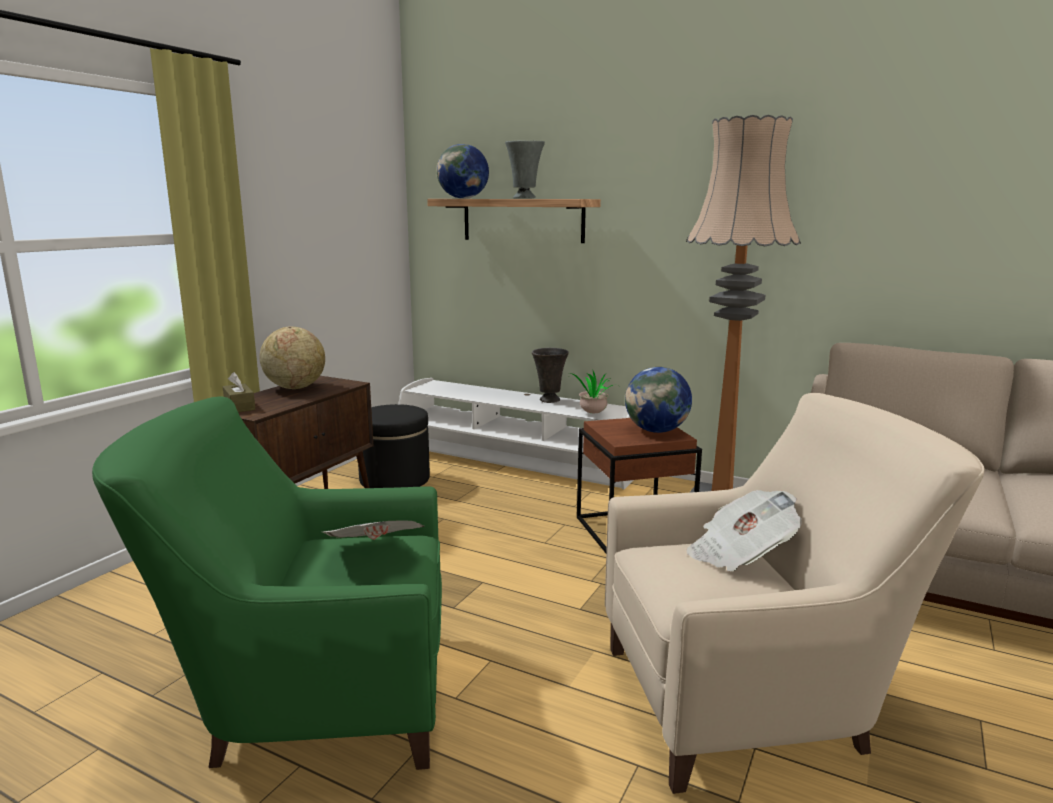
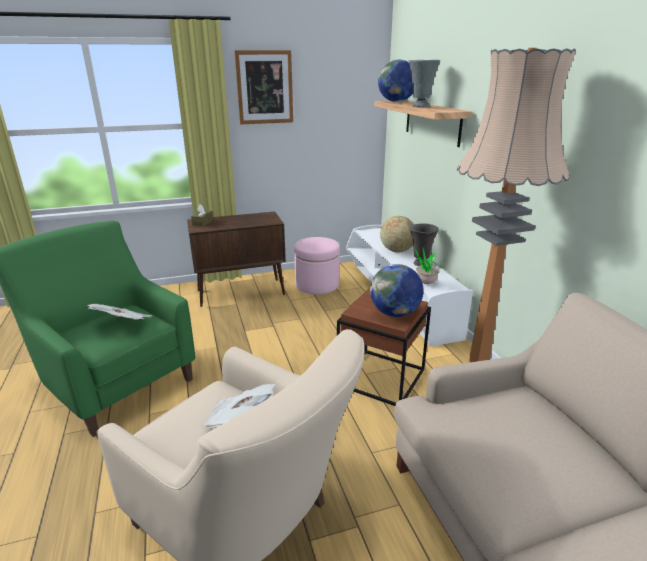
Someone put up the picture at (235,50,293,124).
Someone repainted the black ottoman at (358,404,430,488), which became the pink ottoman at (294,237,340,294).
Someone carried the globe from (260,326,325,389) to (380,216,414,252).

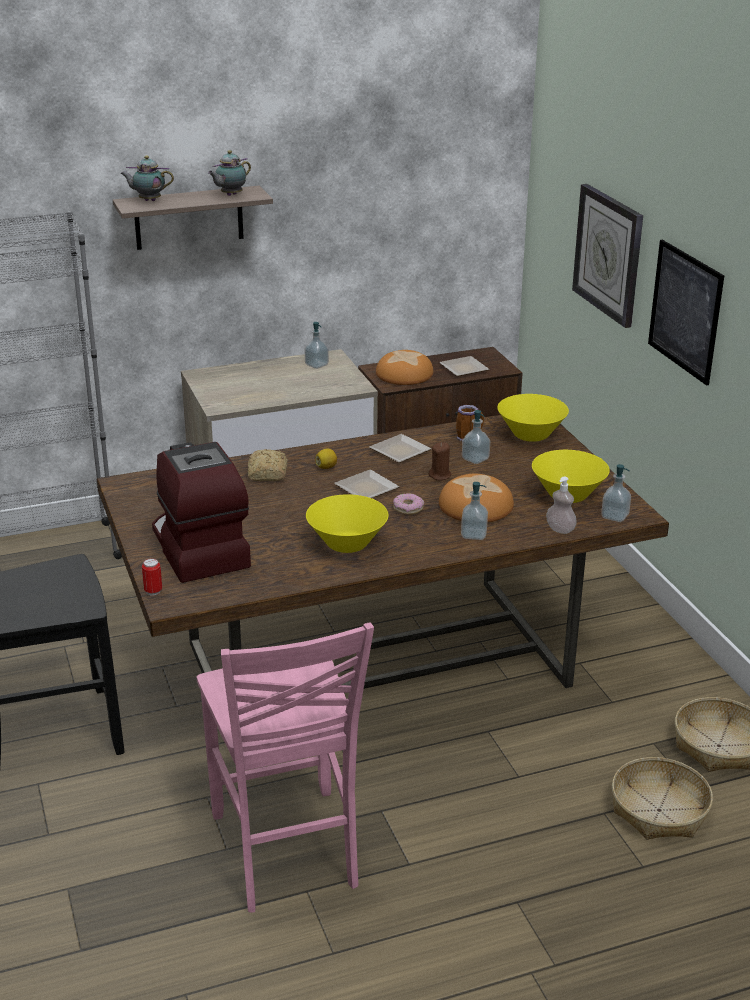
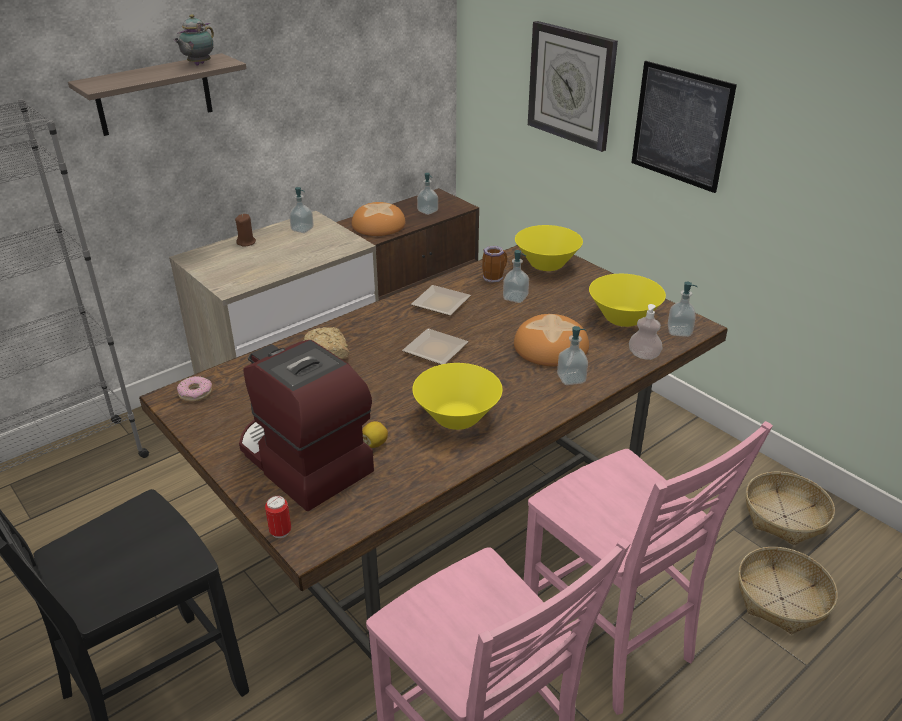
Someone carried the donut from (393,493,424,515) to (177,376,212,402).
Someone carried the brown candle from (429,442,451,480) to (235,214,256,247).
Someone carried the lemon from (315,448,337,469) to (362,421,388,448).
Someone swapped the plate at (439,356,489,376) for the soap dispenser at (417,173,438,215).
Someone put down the pink chair at (524,421,773,715).
Someone took away the teapot at (120,156,174,201).

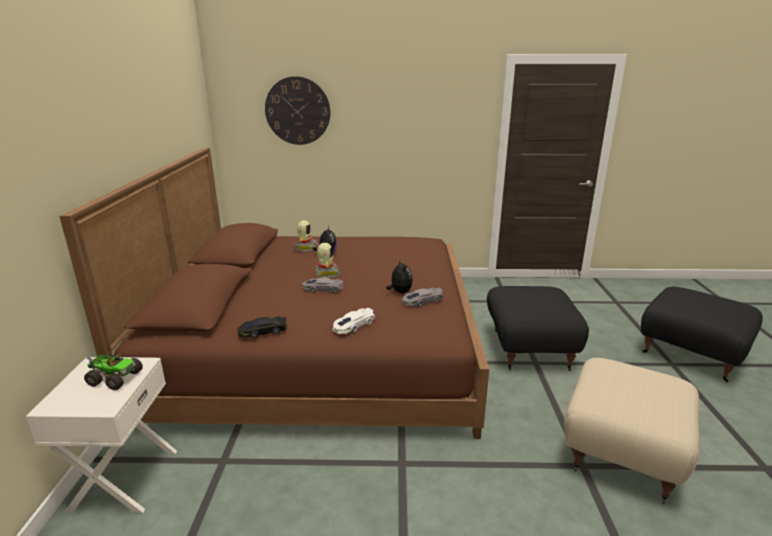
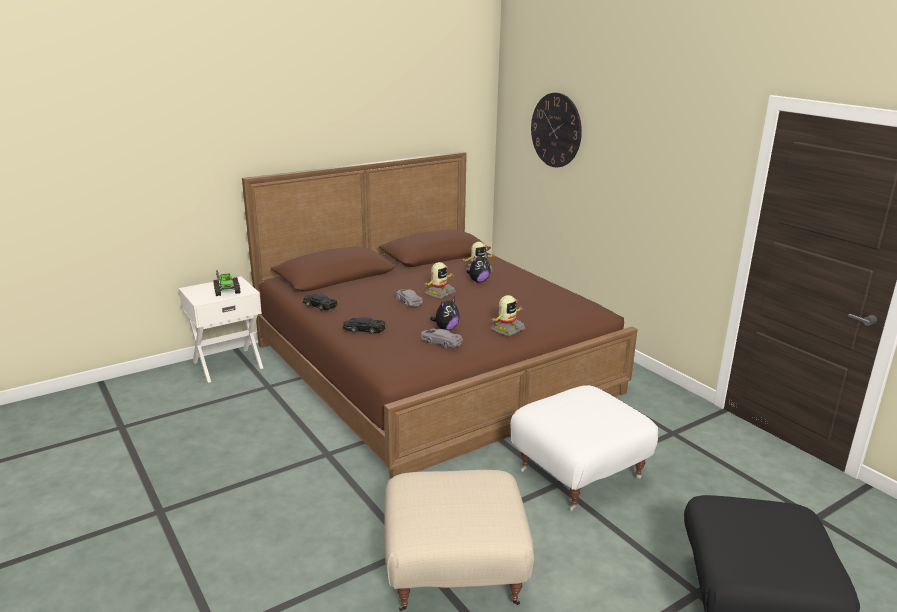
Someone repainted the white toy car at (333,308,375,334), which became the black toy car at (343,317,385,334).
Someone put down the toy robot at (491,295,526,336).
Someone repainted the black ottoman at (487,286,589,371), which became the white ottoman at (511,385,658,511).

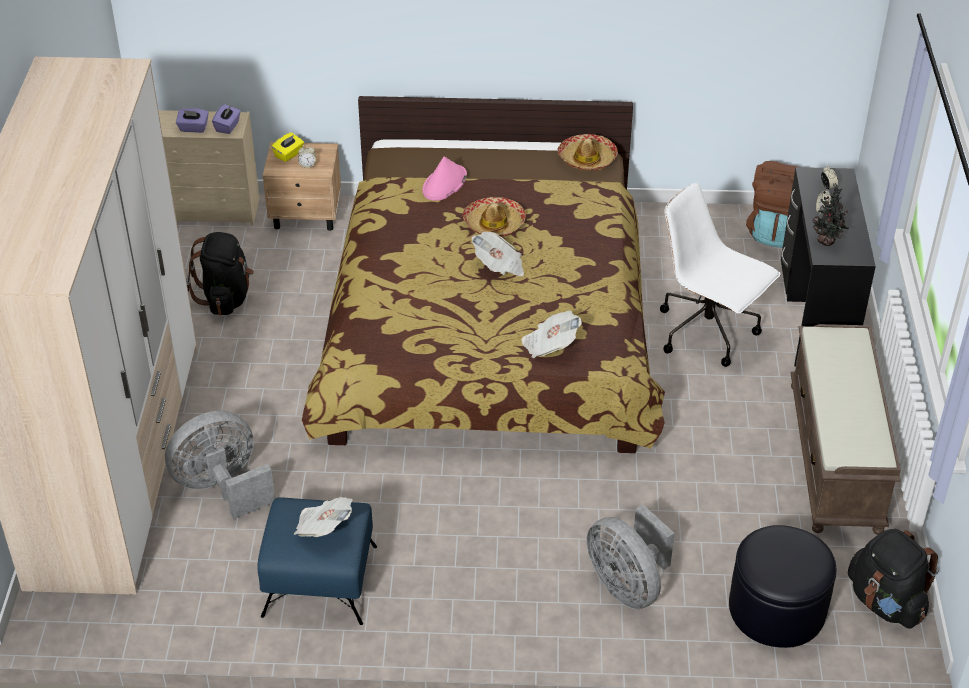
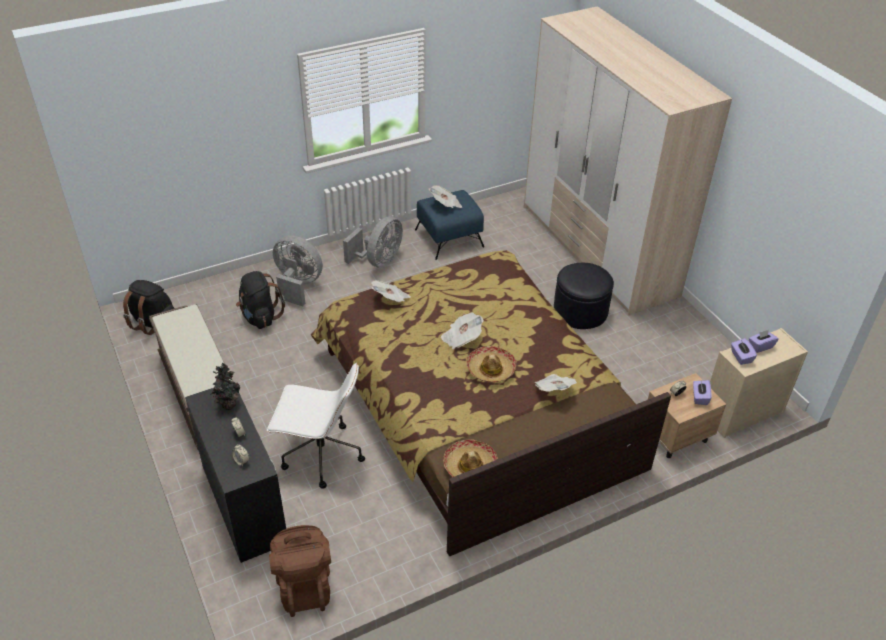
Someone carried the black backpack from (186,232,254,316) to (236,271,285,329).
Someone carried the grey fan from (165,411,275,519) to (343,217,403,268).
Someone swapped the pink hat at (423,156,467,201) for the newspaper at (534,374,577,392).
Someone carried the black ottoman from (729,525,836,648) to (554,263,614,329).
Someone repainted the yellow tissue box at (271,132,304,162), which became the purple tissue box at (693,380,711,405).

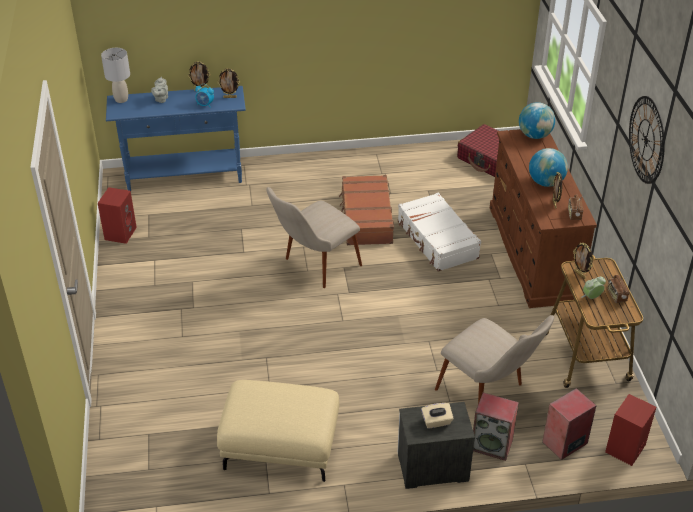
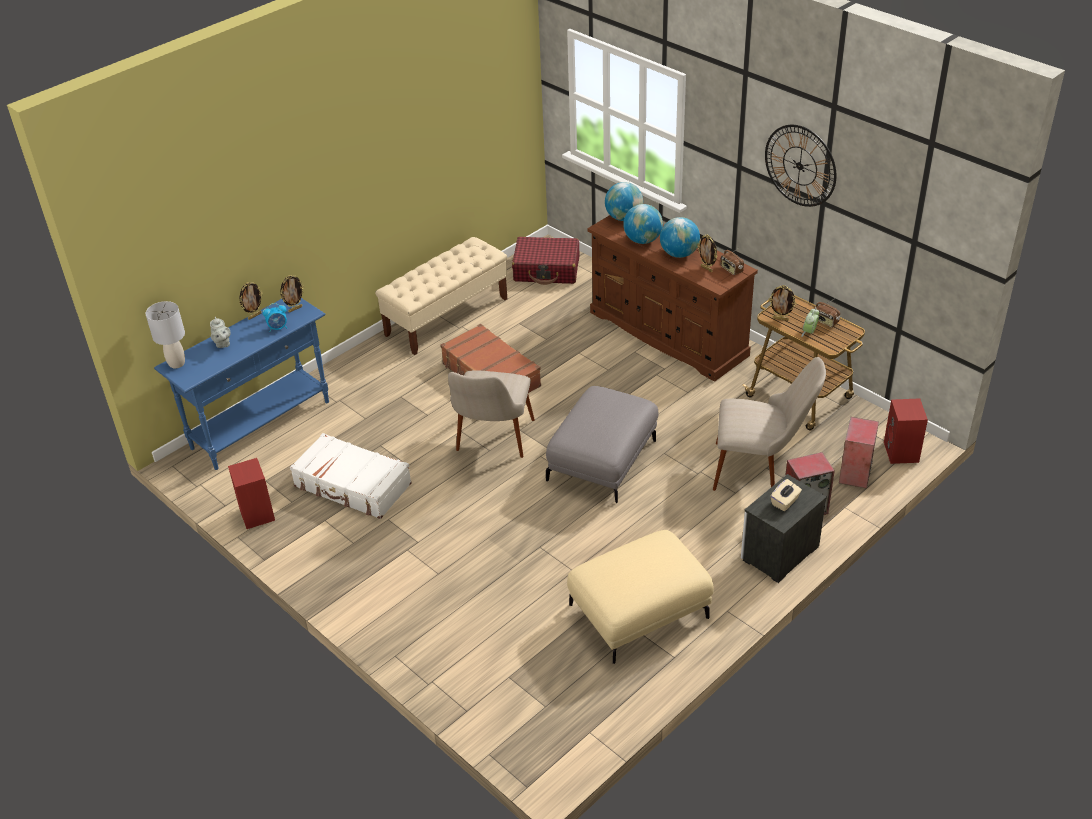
Someone carried the white suitcase from (398,193,481,272) to (290,433,412,519).
Someone put down the beige bench at (375,237,507,355).
Someone put down the grey ottoman at (546,386,659,503).
Someone put down the globe at (623,204,663,244).

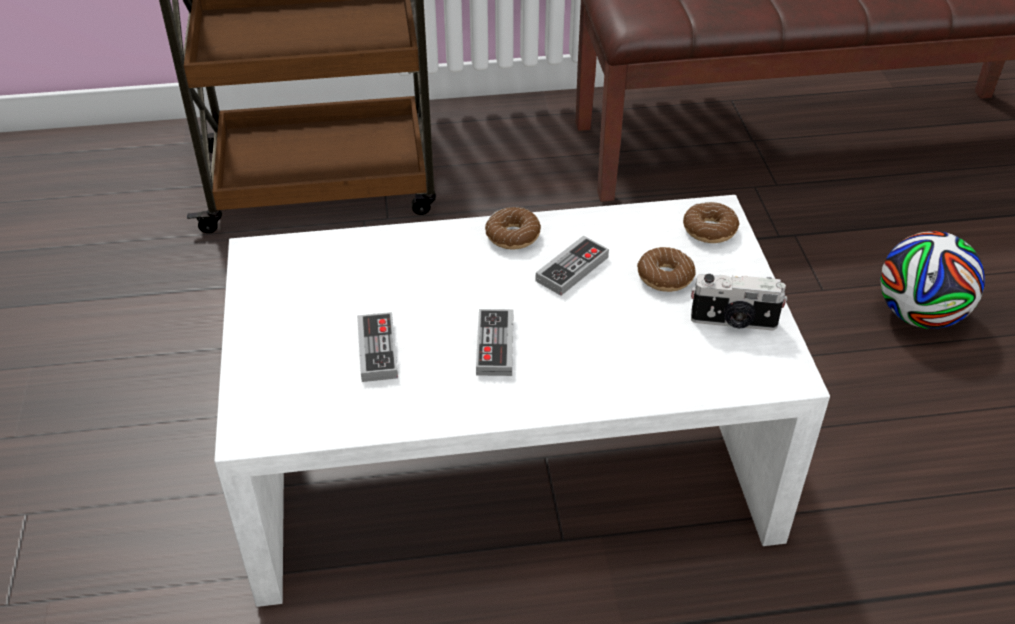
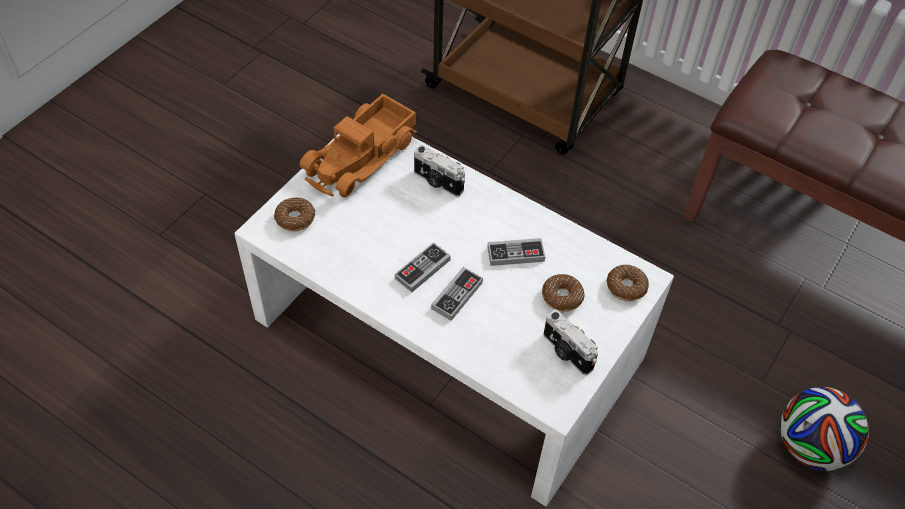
Someone carried the donut from (485,207,541,249) to (274,197,315,231).
Someone put down the toy truck at (299,94,417,197).
Someone put down the photo camera at (414,145,465,197).
Someone carried the game controller from (357,312,398,382) to (431,267,483,321).

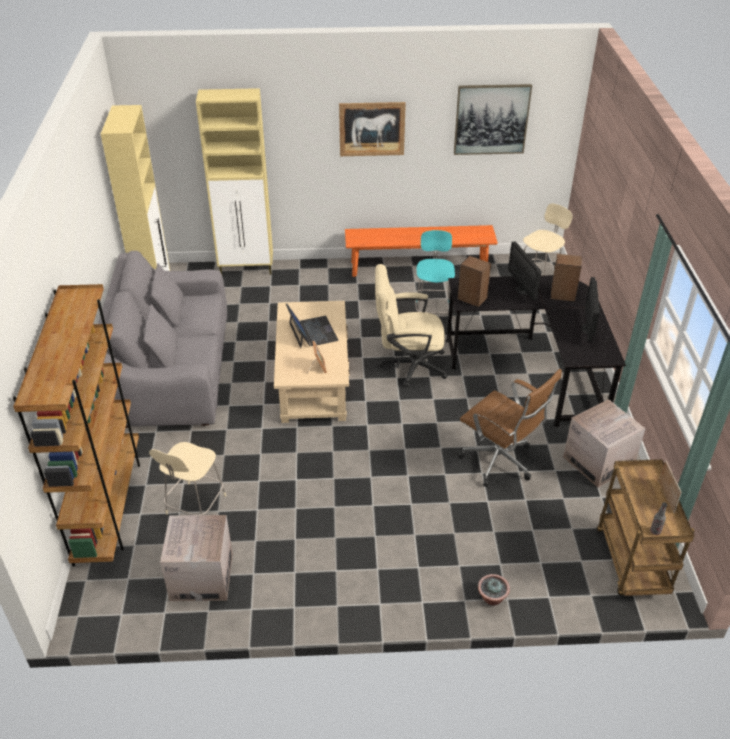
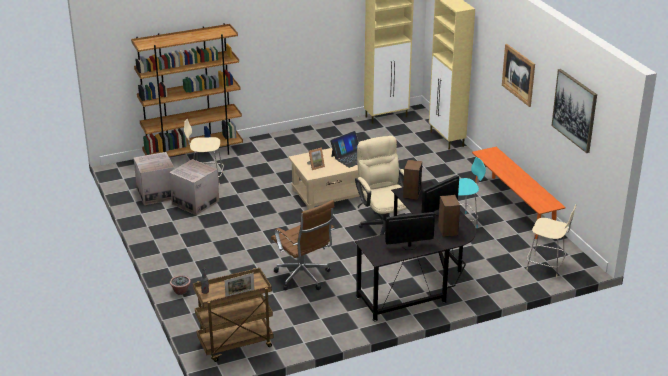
Someone carried the cardboard box from (563,399,646,488) to (169,159,219,215).
Someone rotated the brown office chair at (457,369,562,487) by 60 degrees counterclockwise.
Someone took away the grey sofa at (98,251,227,428).

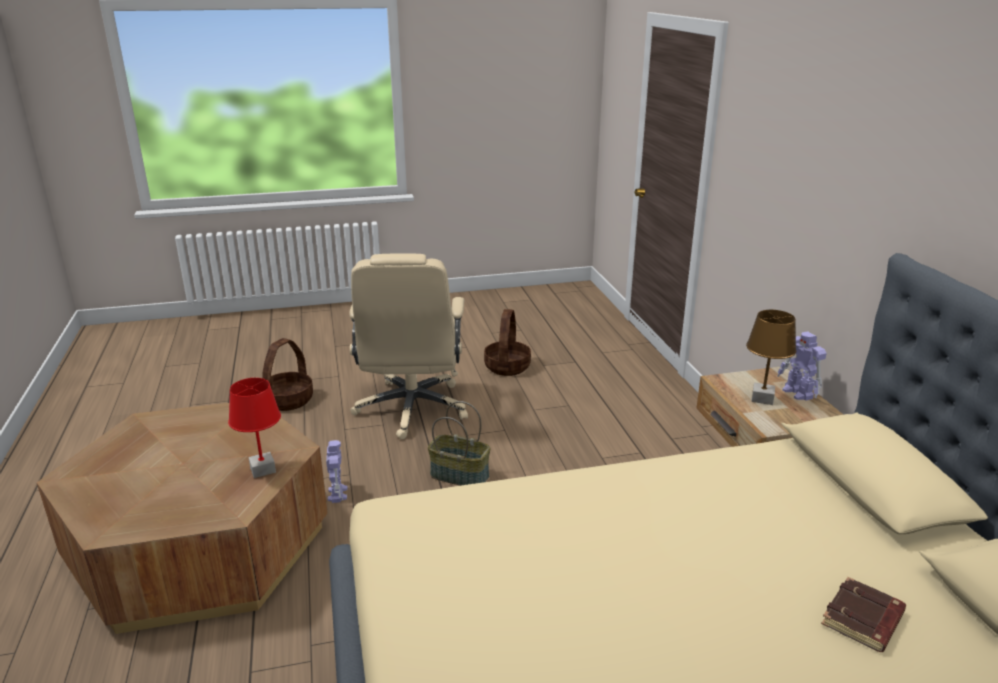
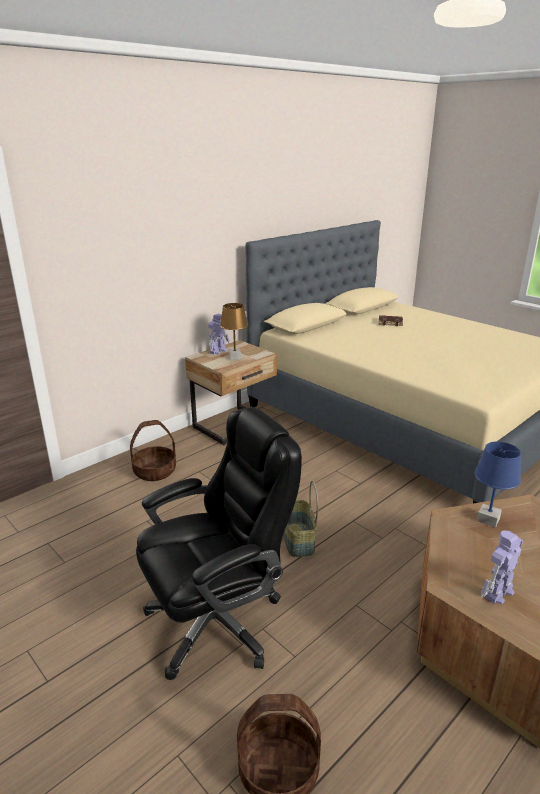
Someone carried the basket from (484,309,531,376) to (130,420,176,481).
Someone repainted the beige office chair at (349,253,468,439), which became the black office chair at (136,407,302,680).
Someone repainted the red table lamp at (228,378,281,478), which became the blue table lamp at (474,442,521,528).
Someone carried the toy robot from (326,440,348,503) to (481,530,523,604).

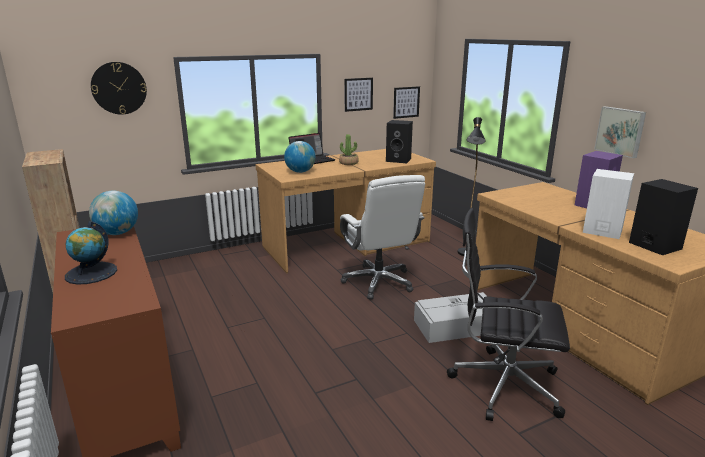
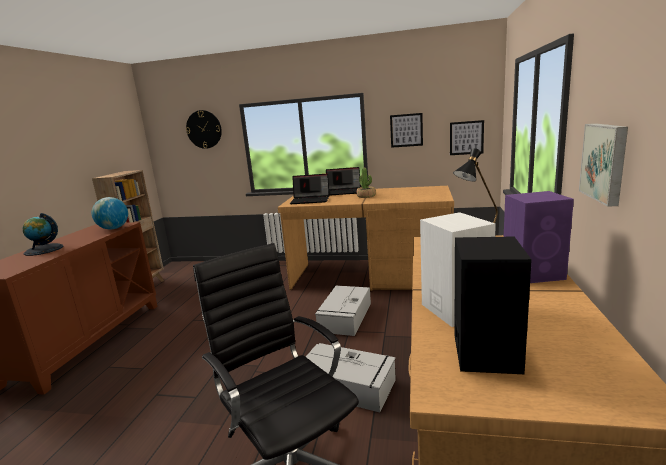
Someone swapped the globe at (284,141,316,173) for the laptop at (290,174,329,204).
Someone swapped the white office chair at (340,175,425,299) for the grey storage box at (315,286,371,336).
Someone took away the black speaker at (386,120,413,163).

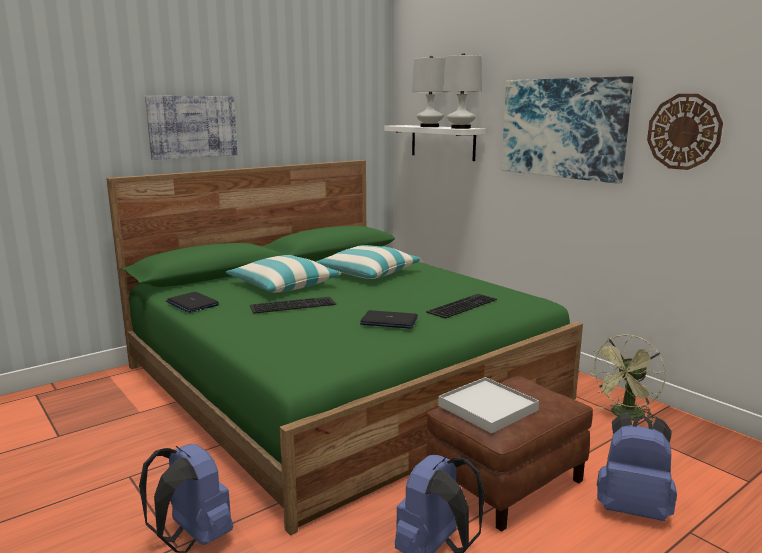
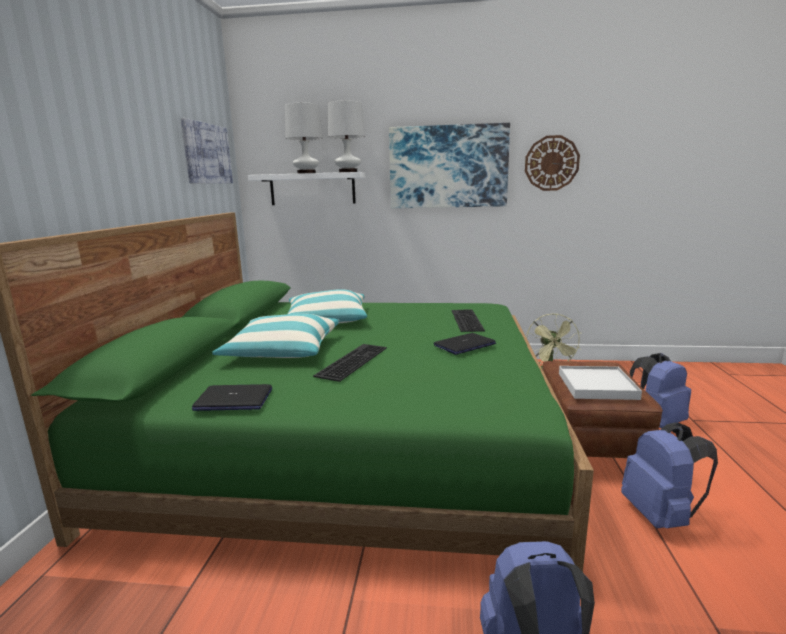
Someone carried the picture from (145,96,238,160) to (181,118,233,183).

